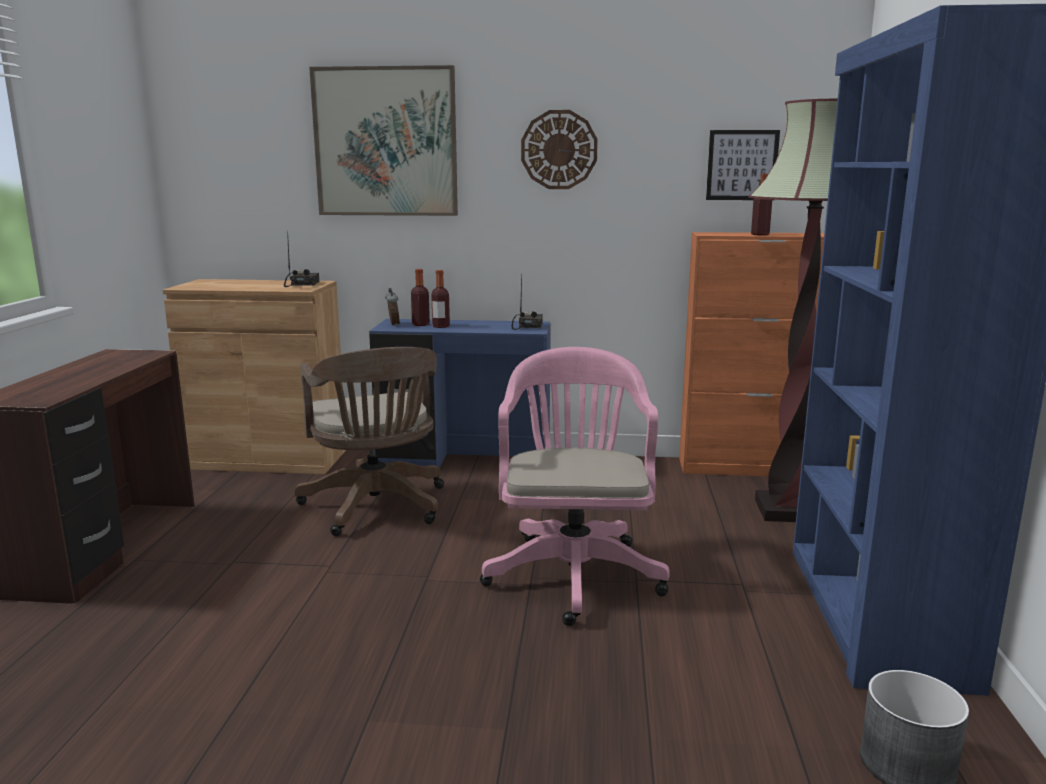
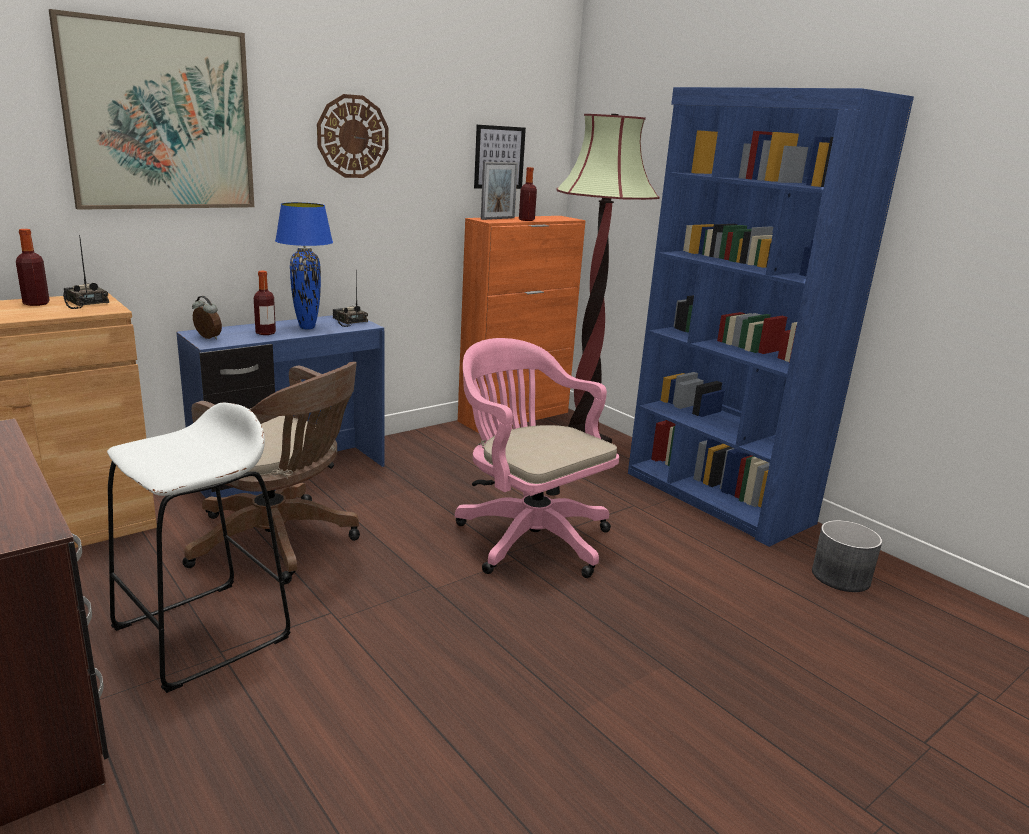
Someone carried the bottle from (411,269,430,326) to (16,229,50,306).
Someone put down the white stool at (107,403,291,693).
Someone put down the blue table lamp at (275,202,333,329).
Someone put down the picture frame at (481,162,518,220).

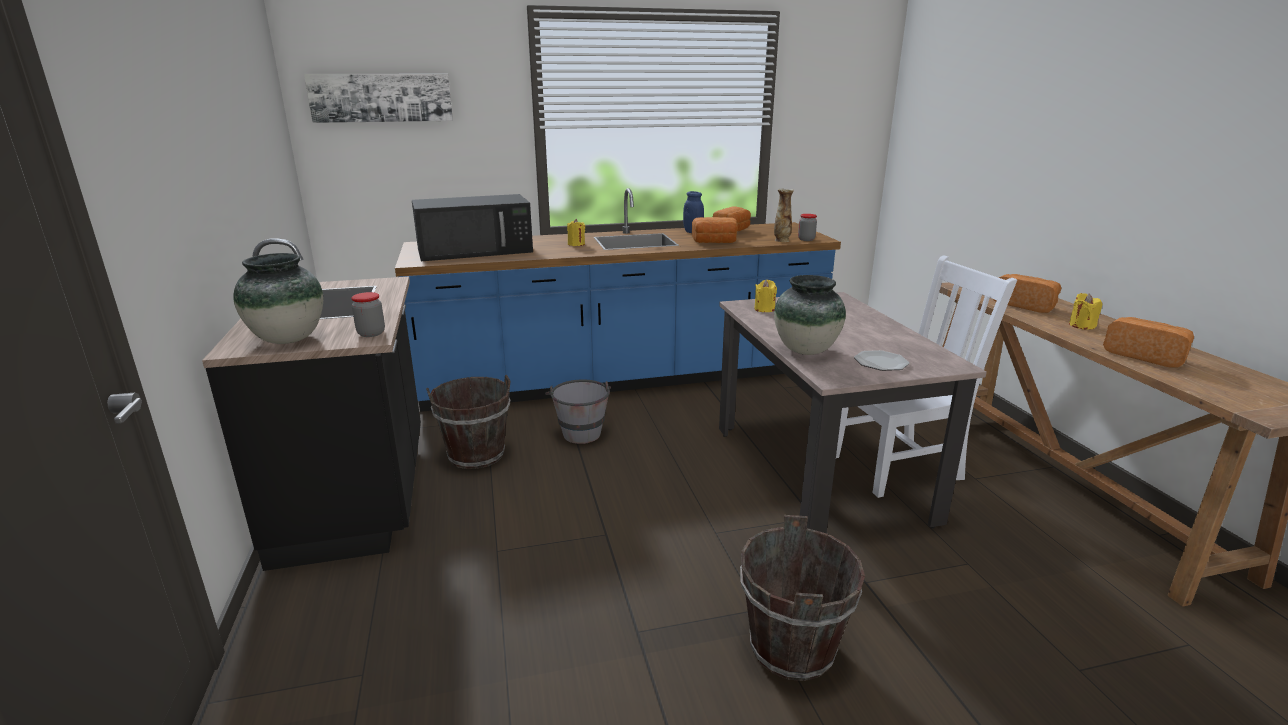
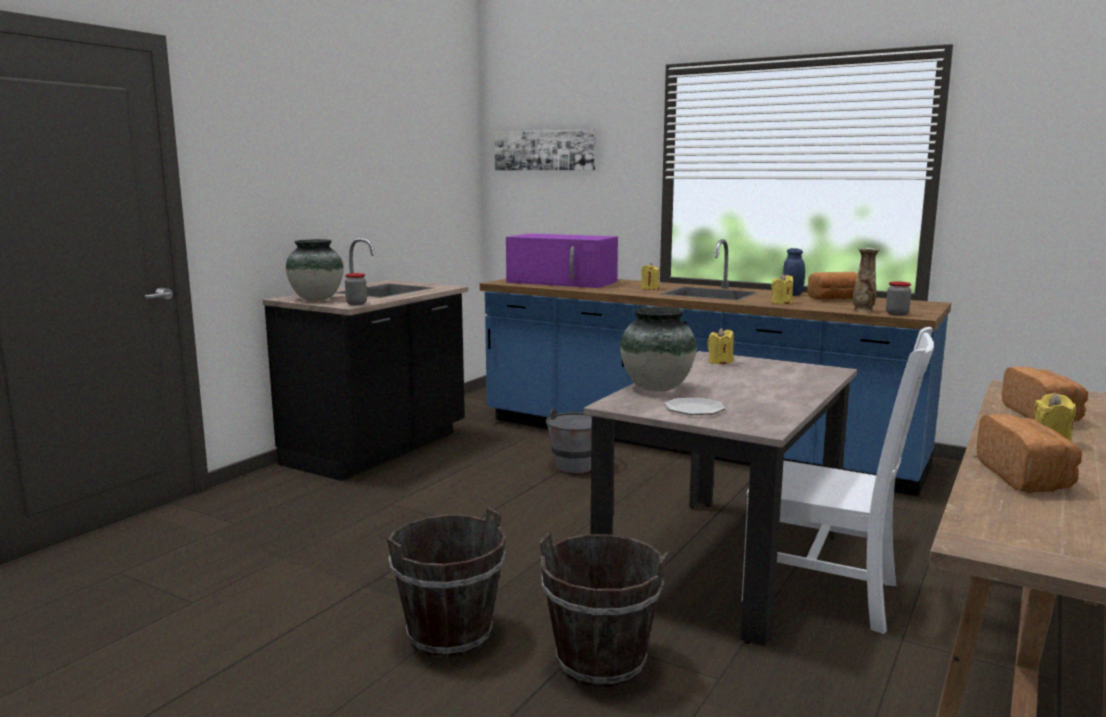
Someone repainted the black microwave at (412,194,533,261), which became the purple microwave at (506,233,618,288).
Someone carried the brown bucket from (426,375,511,469) to (539,533,668,688).
Someone swapped the bread at (692,217,737,243) for the yellow candle at (771,274,793,304).

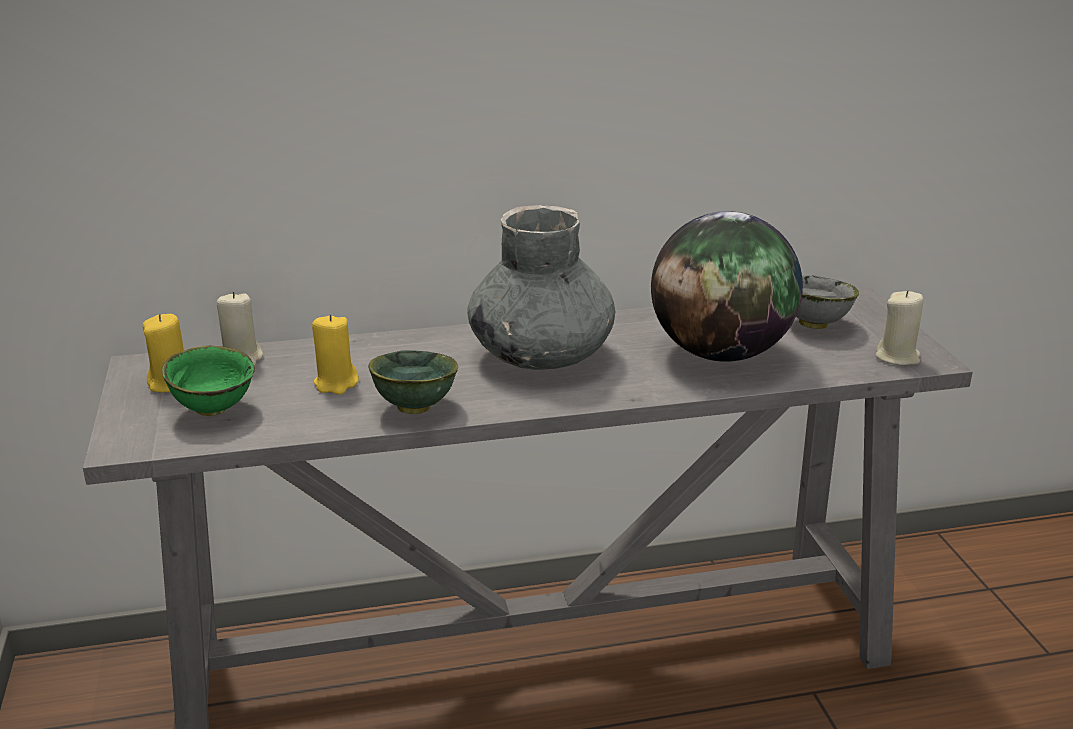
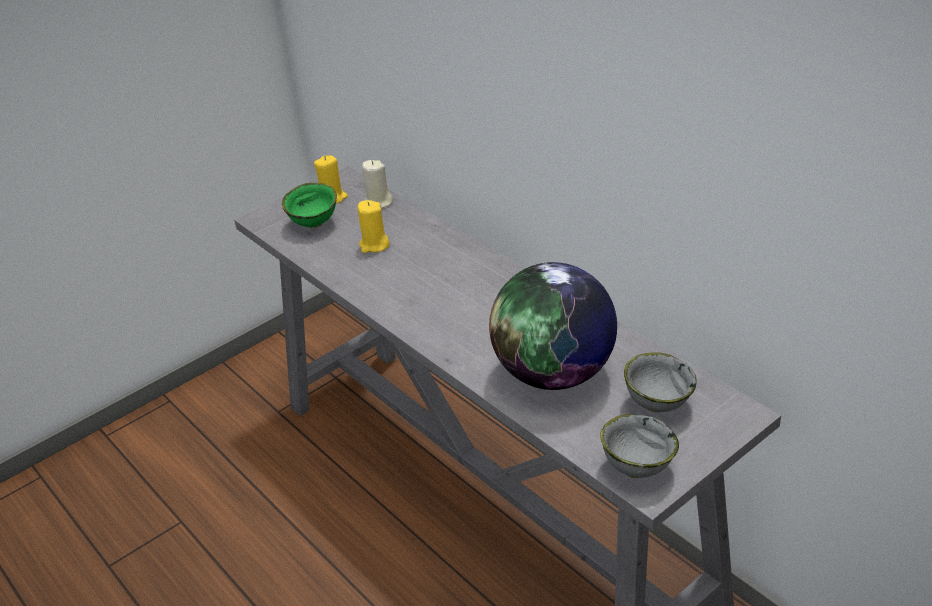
Someone swapped the beige candle at (875,290,923,365) for the grey bowl at (600,414,679,478).
Someone took away the green bowl at (369,350,458,414).
Someone took away the grey vase at (467,205,615,370).

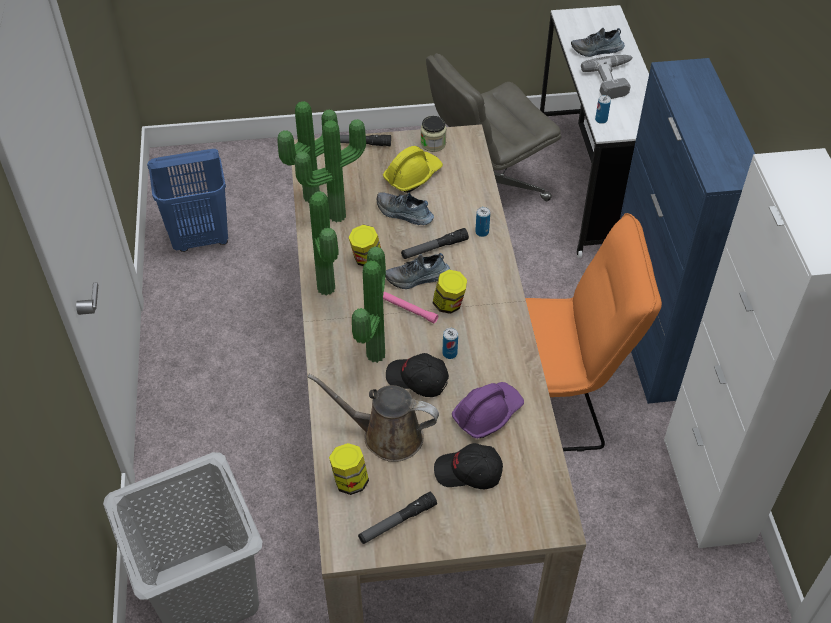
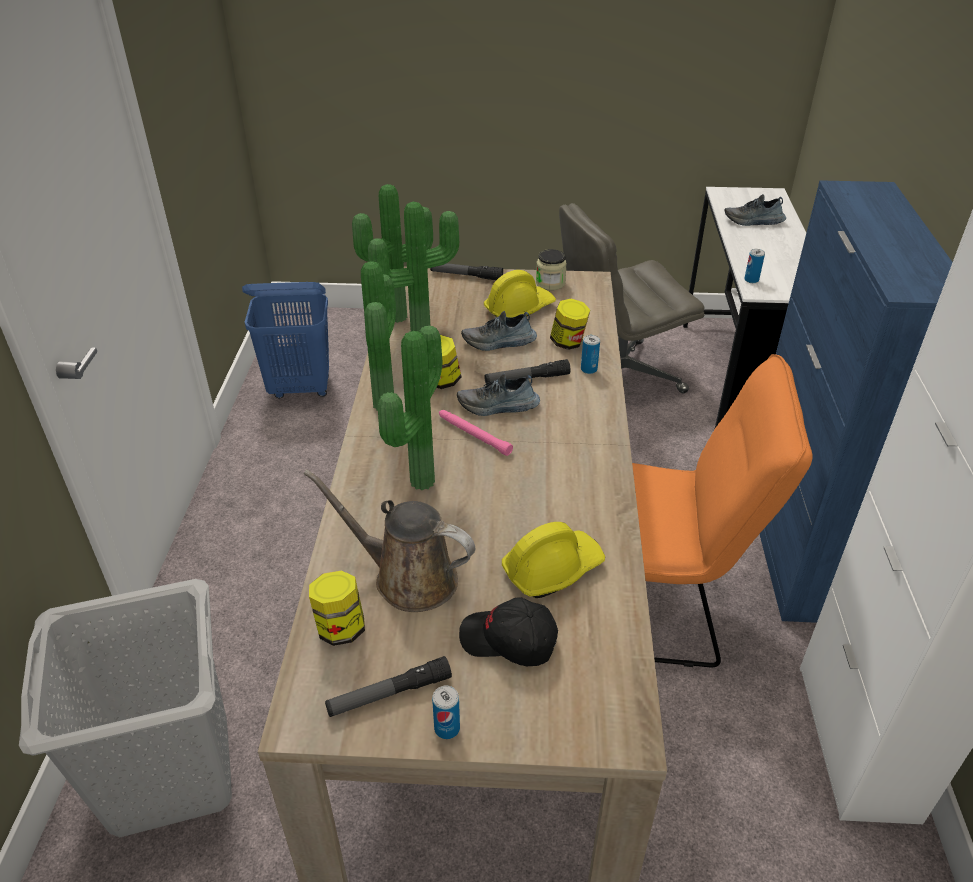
Someone carried the can from (442,328,458,359) to (432,685,460,739).
Someone rotated the shoe at (377,192,434,225) by 45 degrees counterclockwise.
Someone repainted the purple hard hat at (452,382,524,439), which became the yellow hard hat at (502,522,605,598).
Someone carried the jar from (433,270,467,314) to (550,299,590,350).
Someone took away the black cap at (386,353,449,397).
Someone took away the power drill at (581,55,633,99).

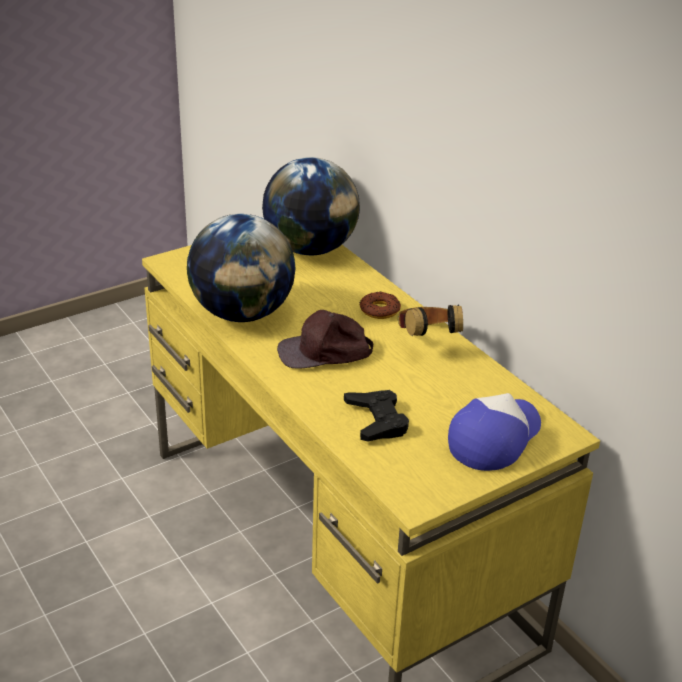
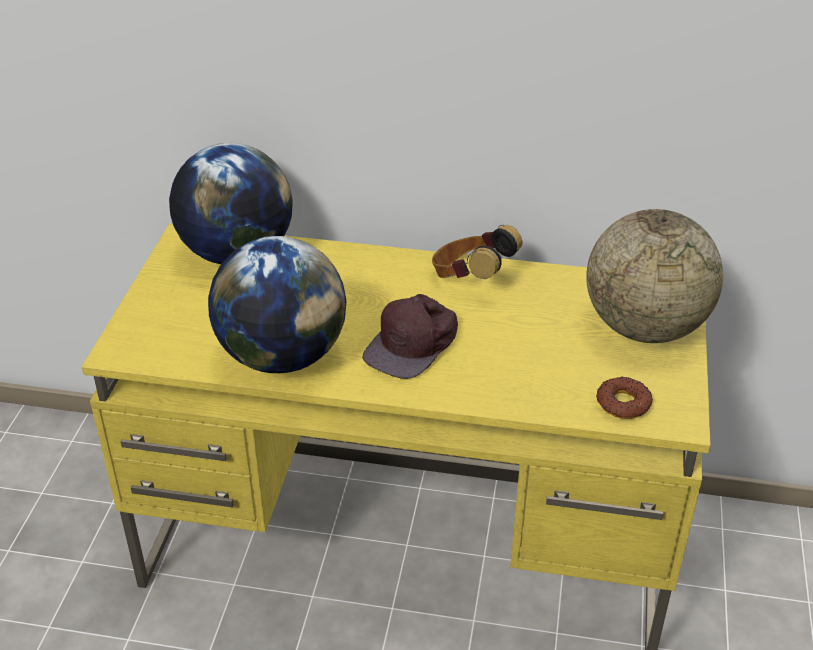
Someone swapped the cap at (448,393,541,471) for the globe at (586,209,723,343).
Someone carried the donut from (359,292,401,319) to (596,376,653,419).
Someone took away the black game controller at (344,390,409,441).

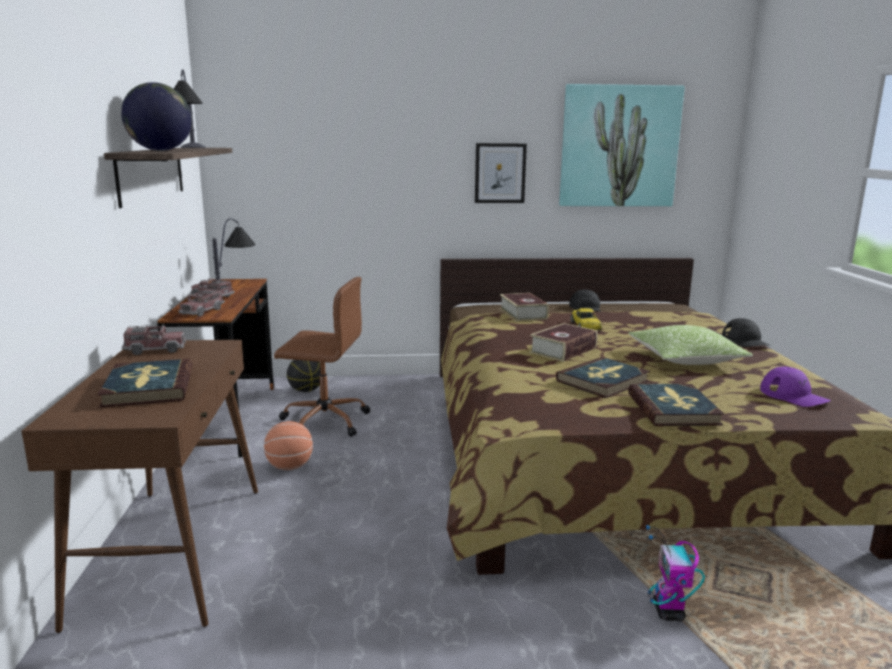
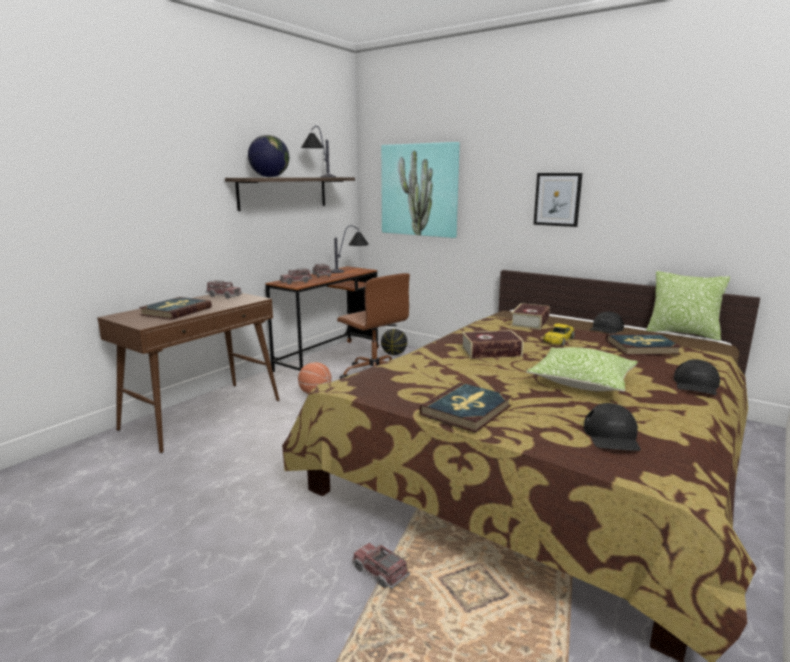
Someone swapped the toy robot at (646,525,705,621) for the toy truck at (352,543,410,589).
Someone carried the picture from (559,84,685,206) to (381,142,460,238).
Someone repainted the purple cap at (760,367,831,407), which became the black cap at (584,403,641,451).
Someone carried the book from (556,357,650,398) to (606,334,682,355).
Someone put down the pillow at (646,271,730,341).

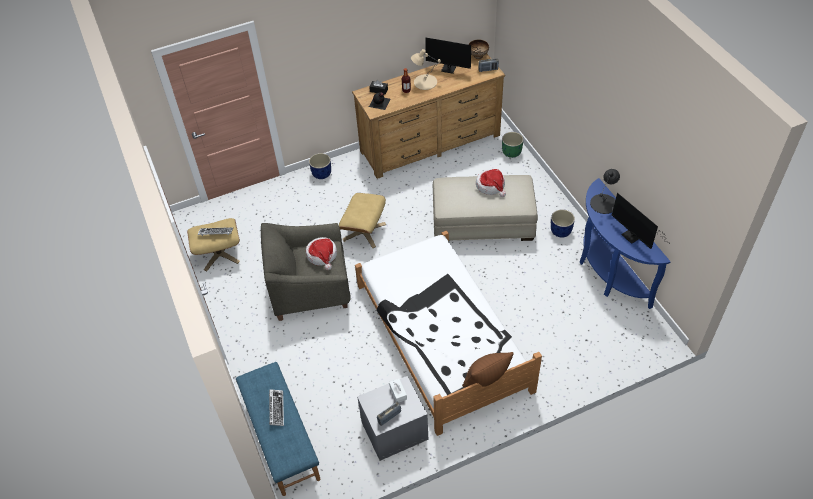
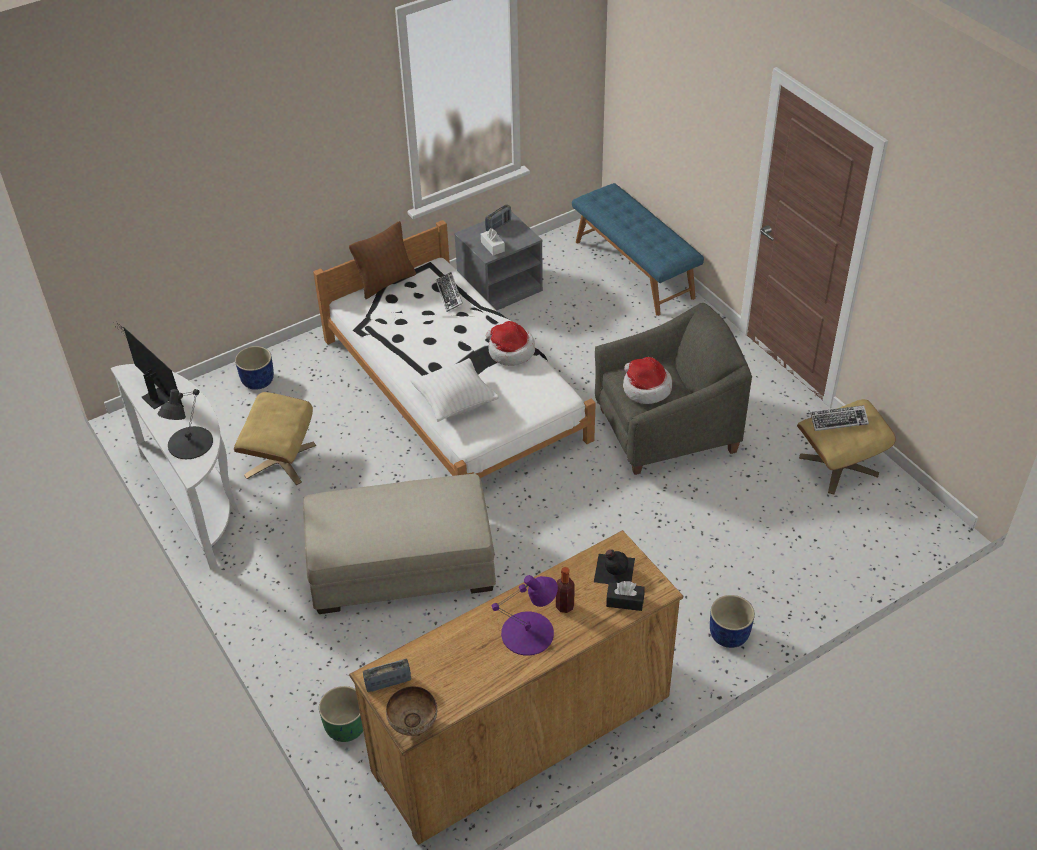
Someone repainted the blue console table at (580,178,671,309), which became the white console table at (111,364,240,569).
Someone carried the beige ottoman from (339,193,386,248) to (234,392,316,485).
Someone carried the blue planter from (551,209,575,238) to (235,346,274,390).
Someone put down the white pillow at (410,358,499,422).
Someone carried the keyboard from (269,389,284,426) to (436,272,463,312).
Someone carried the hat from (476,169,506,197) to (486,321,535,366).
Someone repainted the beige table lamp at (411,49,441,90), which became the purple table lamp at (492,575,558,656).
Someone took away the monitor at (425,37,484,74).

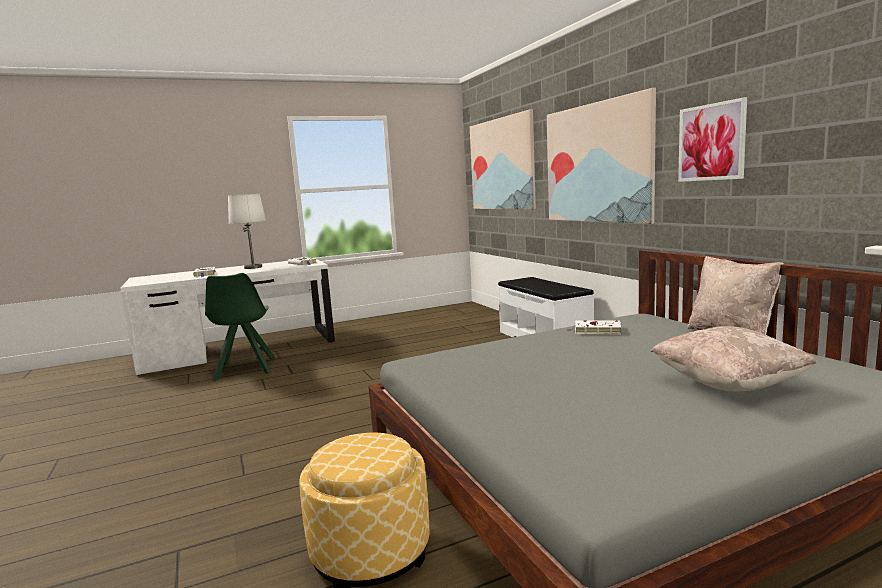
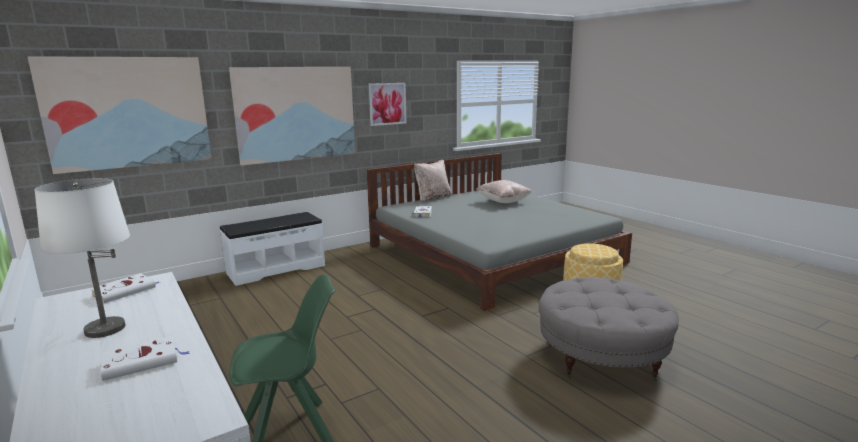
Someone put down the grey ottoman at (538,277,679,381).

